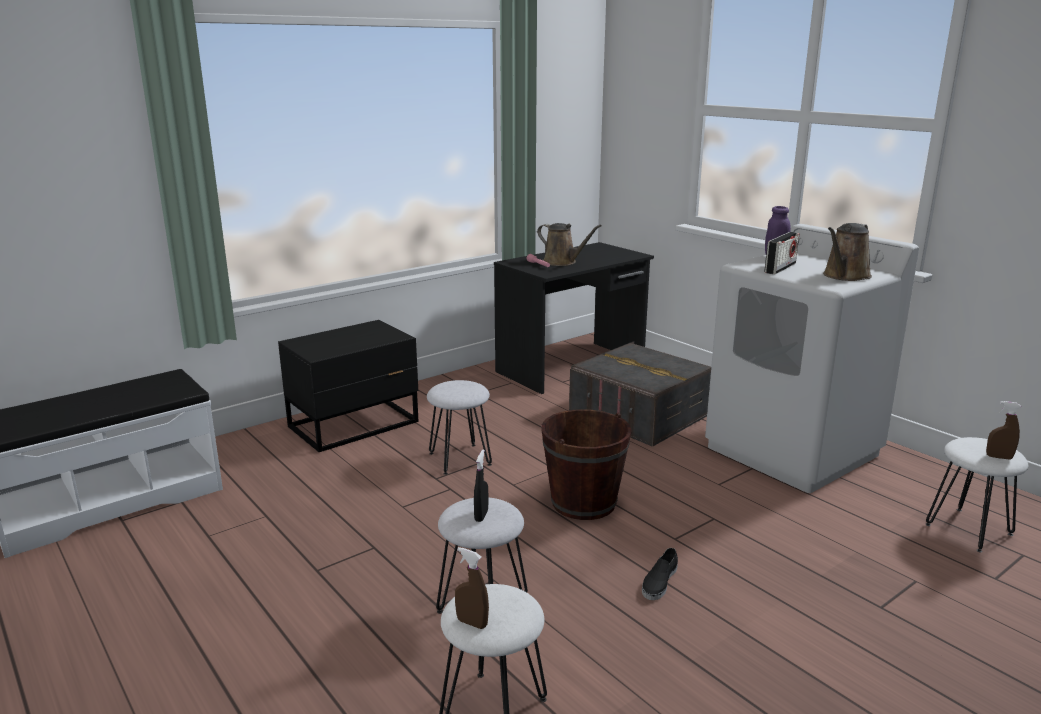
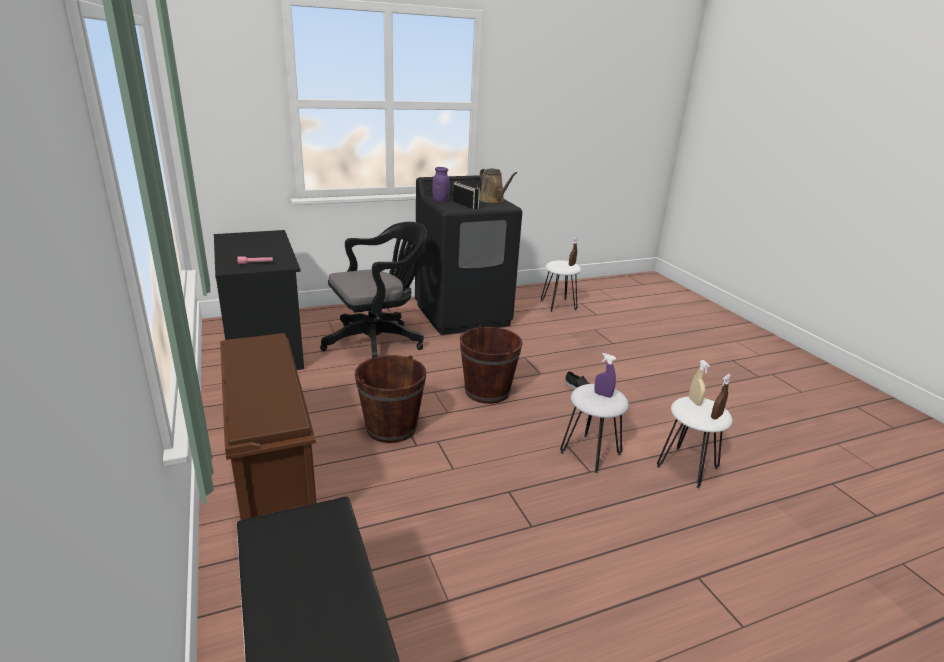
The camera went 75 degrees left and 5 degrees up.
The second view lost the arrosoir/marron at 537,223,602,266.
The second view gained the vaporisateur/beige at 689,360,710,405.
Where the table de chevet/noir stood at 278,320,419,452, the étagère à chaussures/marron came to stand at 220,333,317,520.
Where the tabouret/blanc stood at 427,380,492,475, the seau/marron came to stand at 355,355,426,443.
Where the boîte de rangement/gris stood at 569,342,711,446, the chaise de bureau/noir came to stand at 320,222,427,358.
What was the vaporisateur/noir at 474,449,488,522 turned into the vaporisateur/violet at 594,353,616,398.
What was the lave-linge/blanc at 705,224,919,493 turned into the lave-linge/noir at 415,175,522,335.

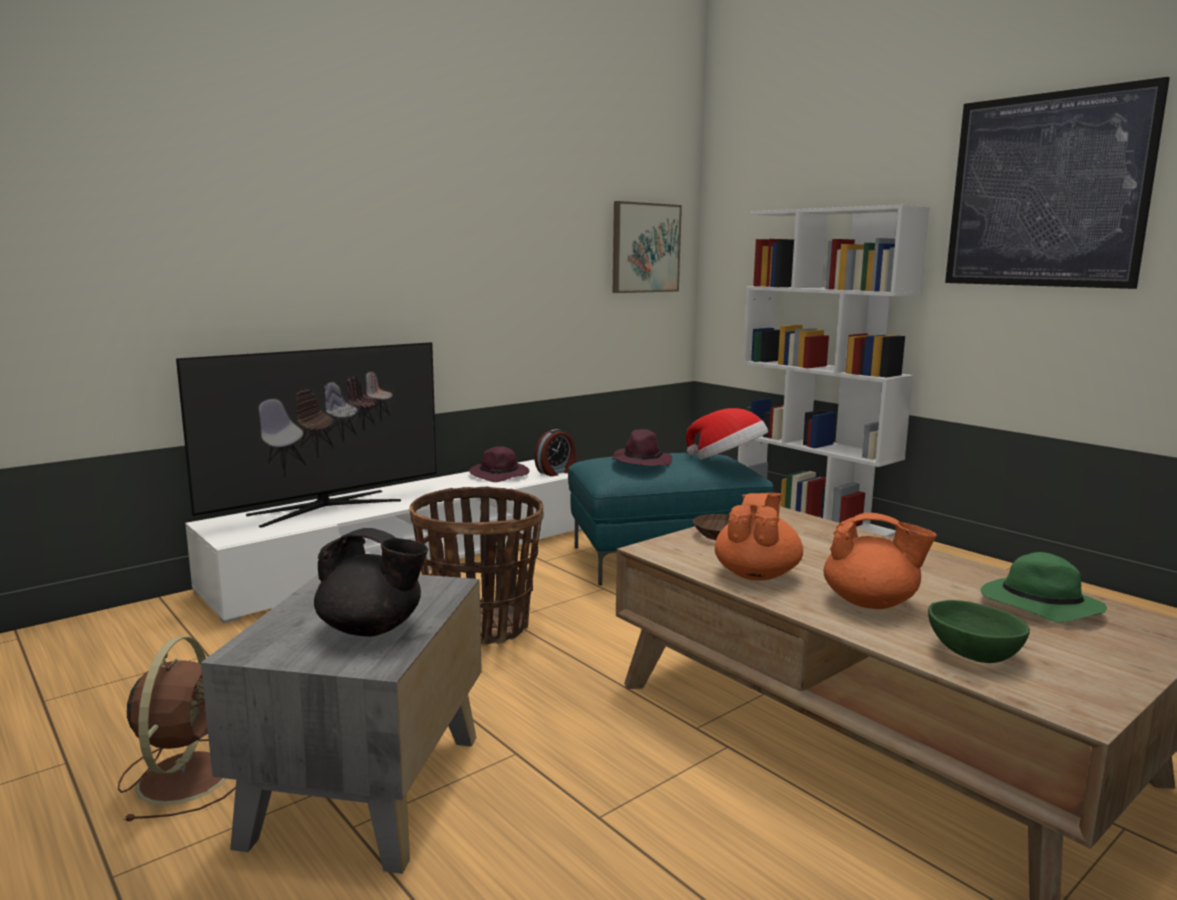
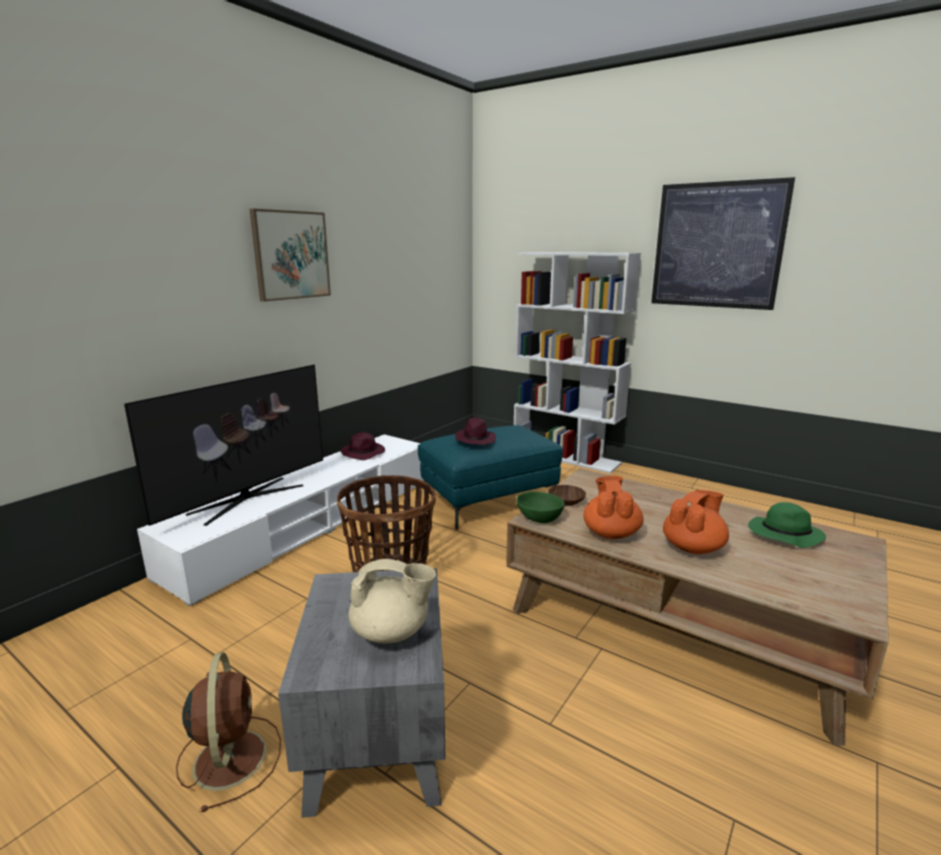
The camera went 15 degrees left and 5 degrees up.
The second view lost the réveil at 534,429,576,476.
The second view lost the chapeau at 686,408,768,460.
The tableau ended up elsewhere, having gone from 613,201,682,293 to 249,209,331,302.
The bol/vert ended up elsewhere, having gone from 928,600,1030,663 to 516,491,564,523.
What was the théière/noir at 314,528,428,637 turned into the théière/beige at 348,559,436,643.
The théière/orange at 824,513,937,609 ended up facing another way, 45 degrees counterclockwise from before.

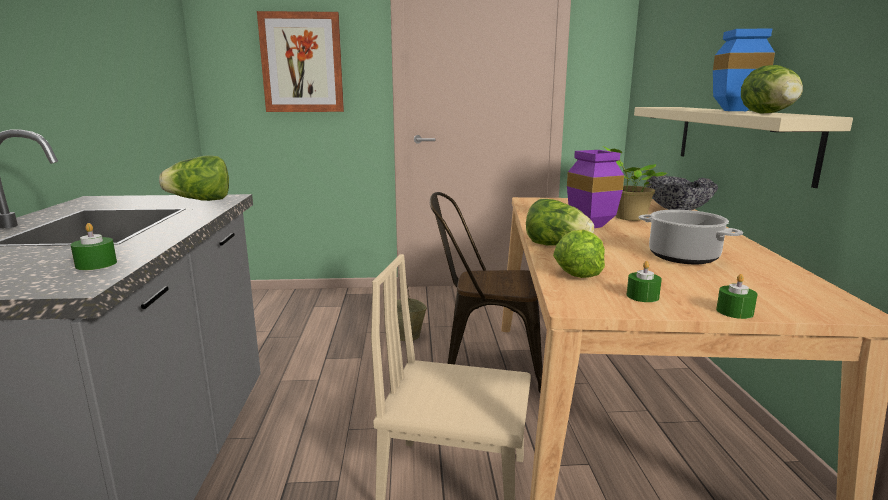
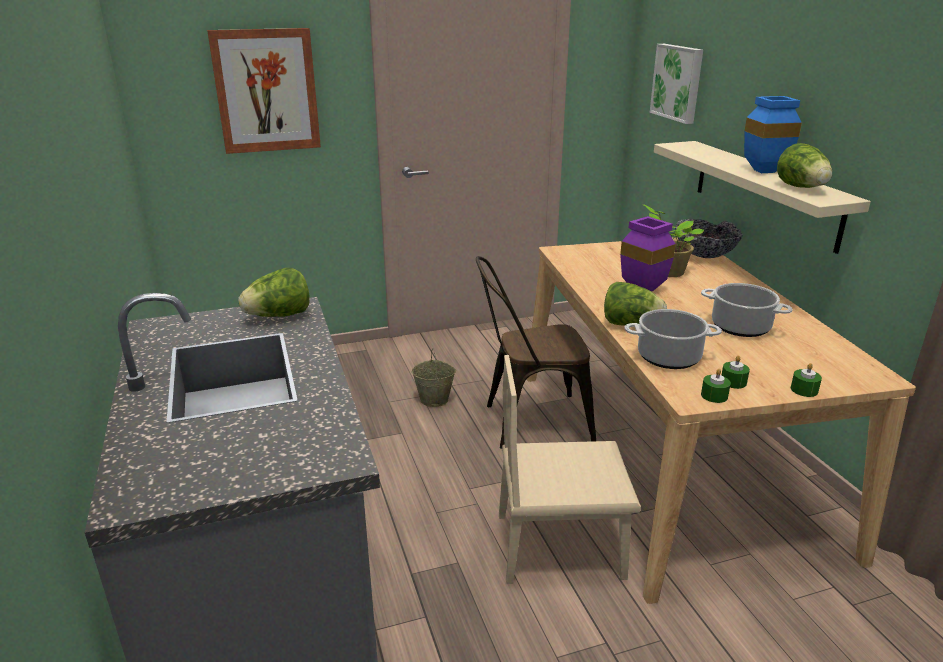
The camera went 15 degrees left and 10 degrees up.
The second view gained the tableau at 650,44,703,124.
The bougie/vert ended up elsewhere, having gone from 71,223,117,270 to 701,369,731,403.
Where the laitue stood at 553,229,605,278, the marmite came to stand at 624,309,722,369.

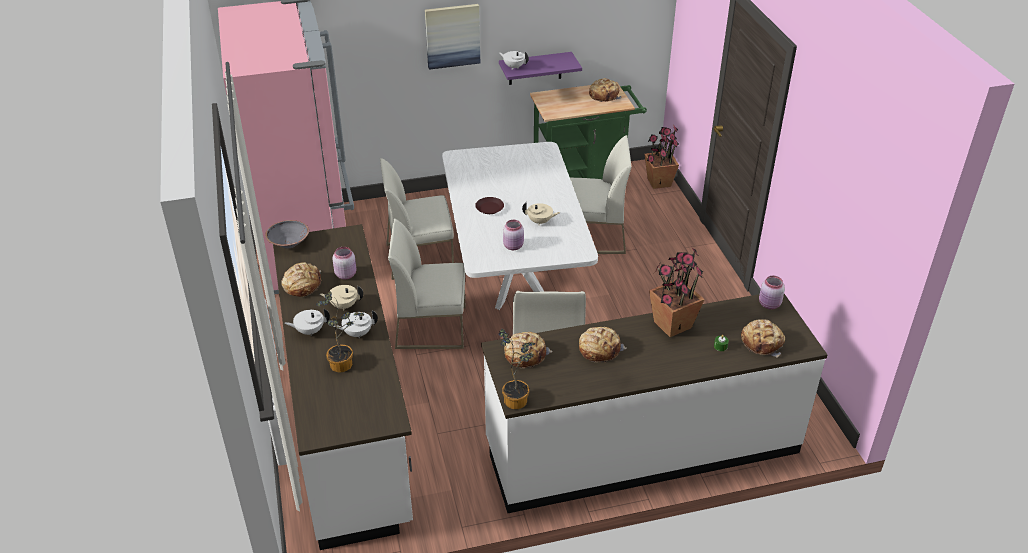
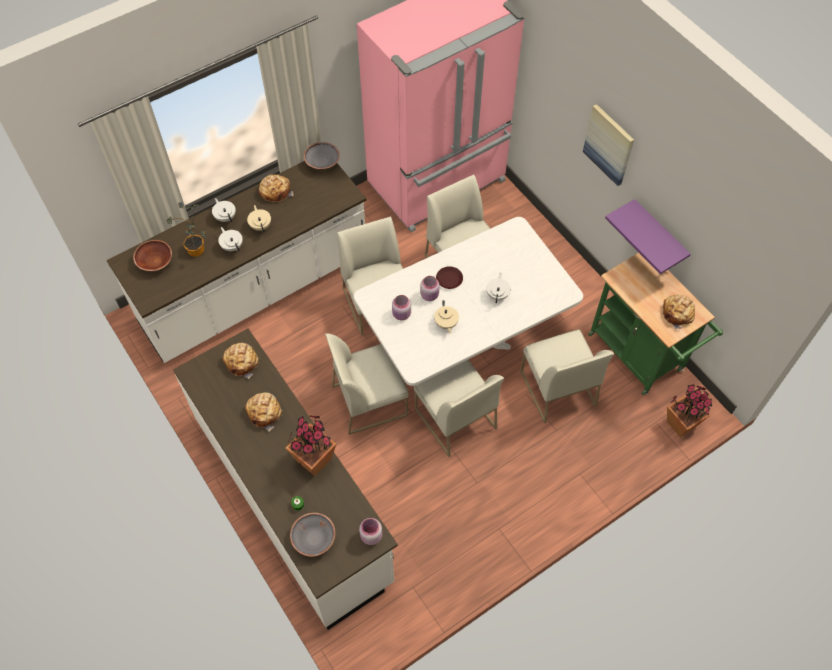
The camera went 70 degrees right and 20 degrees up.
The second view lost the plante en pot at 499,329,535,409.
The second view gained the bol/marron at 133,240,172,271.
The second view gained the chaise/blanc at 414,360,504,457.
The bocal/rose ended up elsewhere, having gone from 332,247,357,279 to 420,276,439,301.
The théière/blanc ended up elsewhere, having gone from 499,51,529,69 to 486,273,510,303.
Where the pain stood at 741,320,785,357, the bol/gris came to stand at 290,513,335,557.

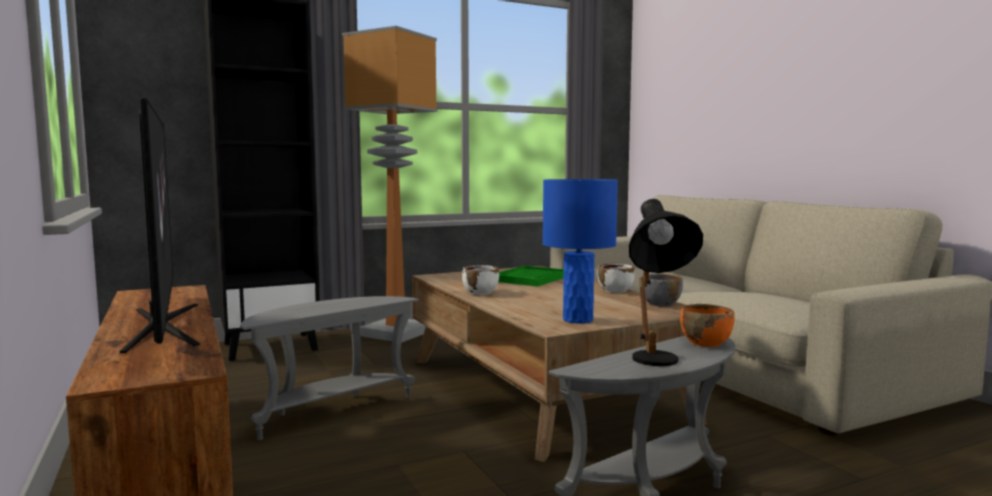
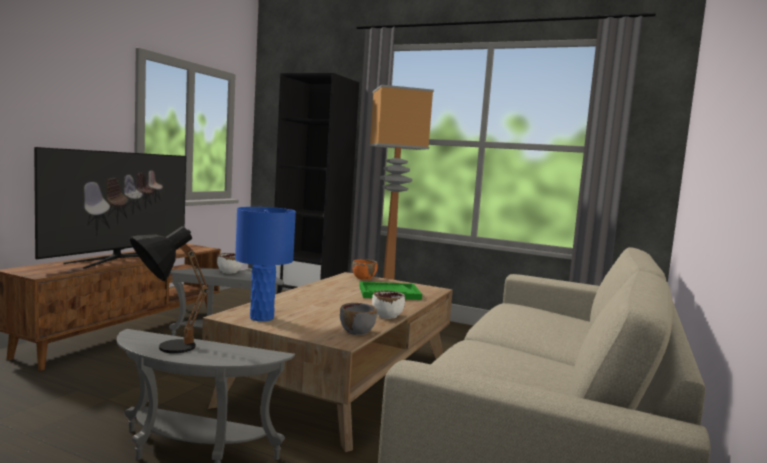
The camera went 50 degrees right and 0 degrees up.
The bol/blanc ended up elsewhere, having gone from 462,265,499,295 to 217,253,243,274.
The bol/orange ended up elsewhere, having gone from 680,304,735,347 to 352,259,377,280.

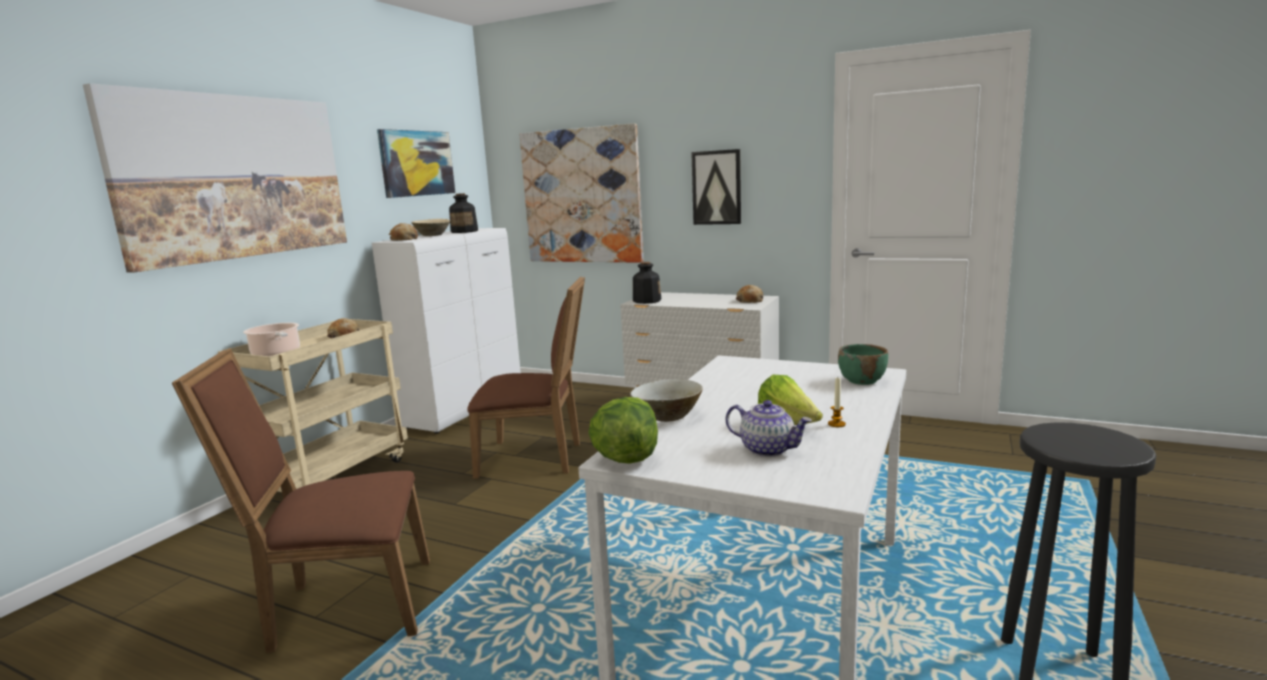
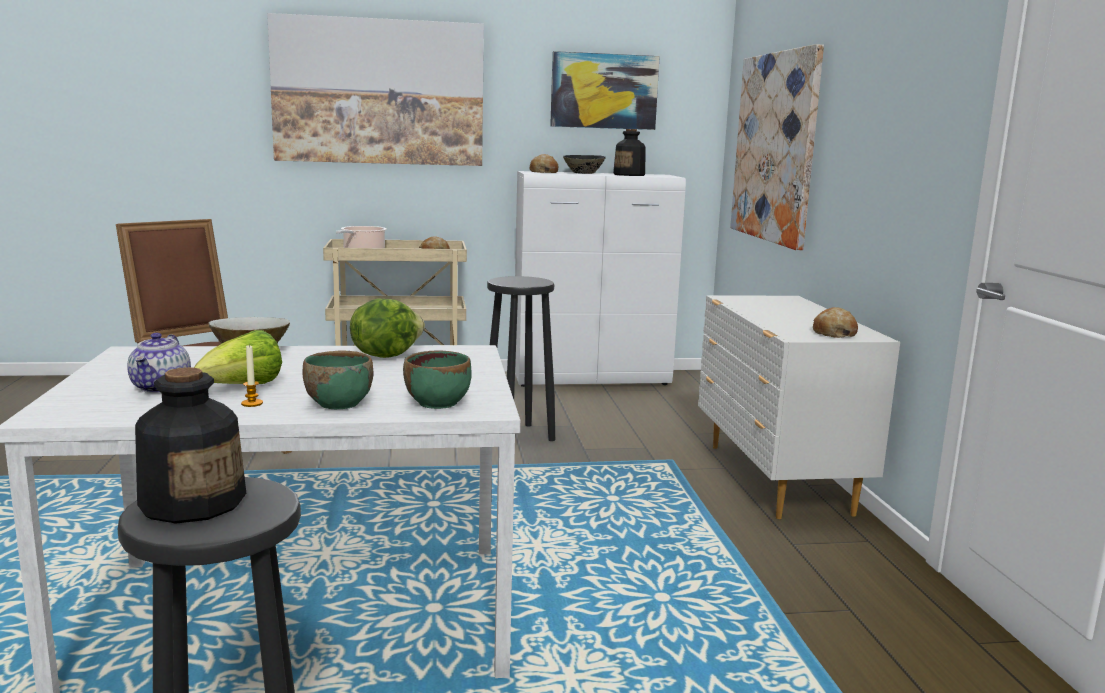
The camera went 55 degrees right and 0 degrees up.
The second view lost the tableau at 691,149,741,225.
The second view gained the bol/vert at 303,350,373,409.
The laitue ended up elsewhere, having gone from 588,397,658,463 to 350,298,425,358.
The bouteille ended up elsewhere, having gone from 633,262,661,304 to 135,367,246,524.
Where the chaise/marron stood at 467,277,585,479, the tabouret/noir came to stand at 487,276,555,441.
What was the bol/beige at 411,219,450,236 turned into the bol/noir at 563,155,606,174.

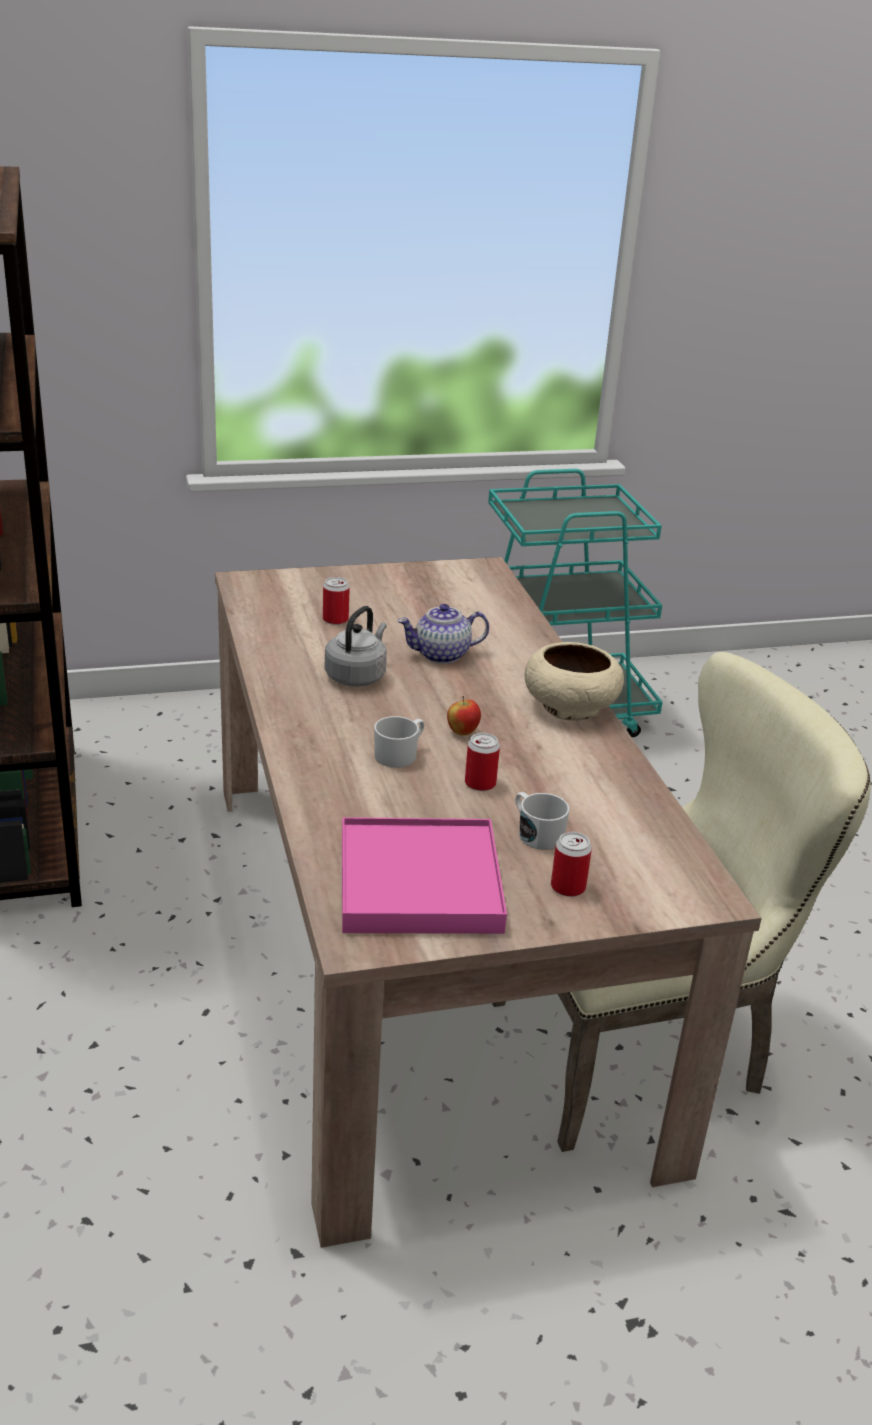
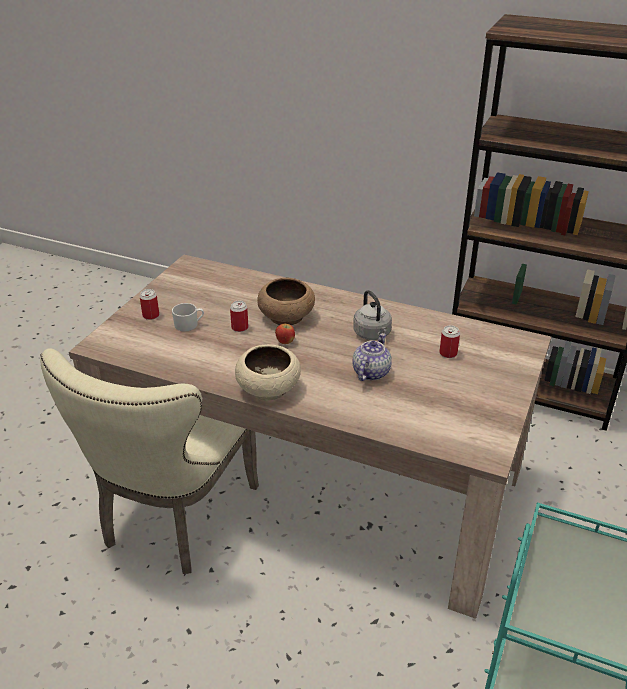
The camera went 130 degrees right and 5 degrees up.
The second view lost the plateau/rose at 342,817,507,934.
Where the mug/blanc stood at 374,716,424,768, the bol/marron came to stand at 257,278,315,325.

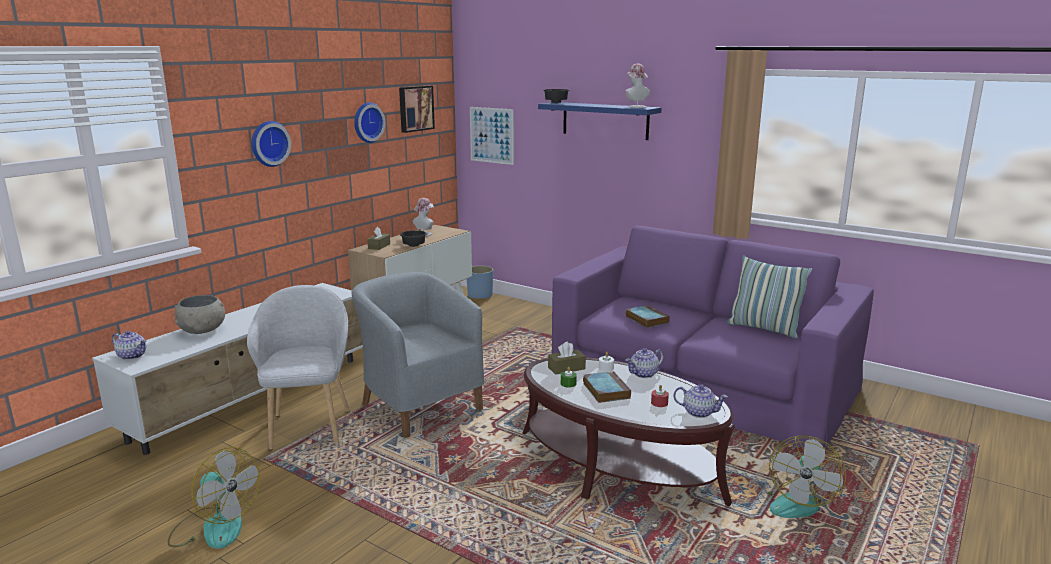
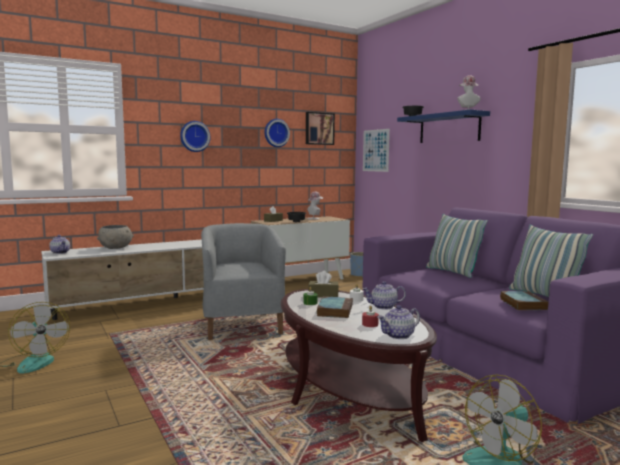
The camera went 25 degrees right and 10 degrees down.
The second view lost the fauteuil/gris at 247,285,350,450.
The second view gained the coussin at 426,214,488,278.
The livre ended up elsewhere, having gone from 626,305,670,328 to 500,291,549,310.
The théière at 673,385,728,418 ended up facing another way, 105 degrees clockwise from before.

